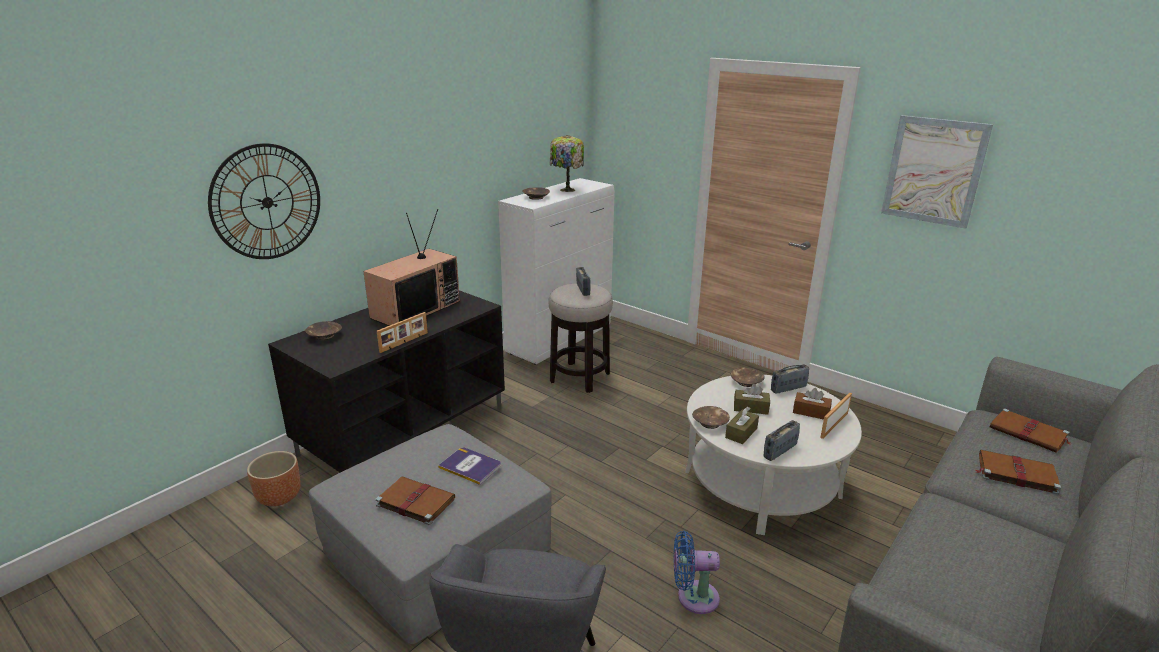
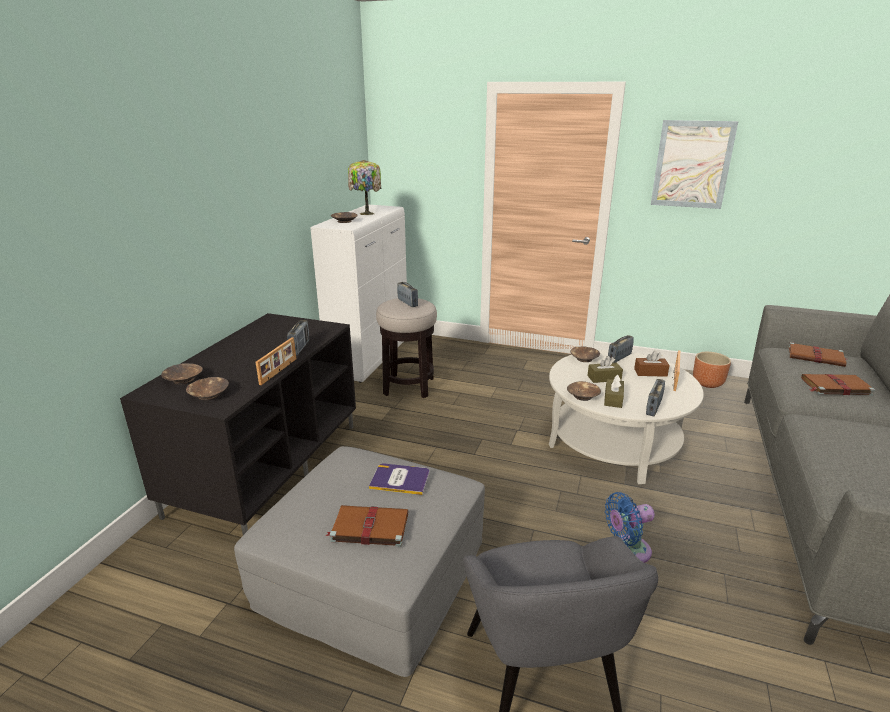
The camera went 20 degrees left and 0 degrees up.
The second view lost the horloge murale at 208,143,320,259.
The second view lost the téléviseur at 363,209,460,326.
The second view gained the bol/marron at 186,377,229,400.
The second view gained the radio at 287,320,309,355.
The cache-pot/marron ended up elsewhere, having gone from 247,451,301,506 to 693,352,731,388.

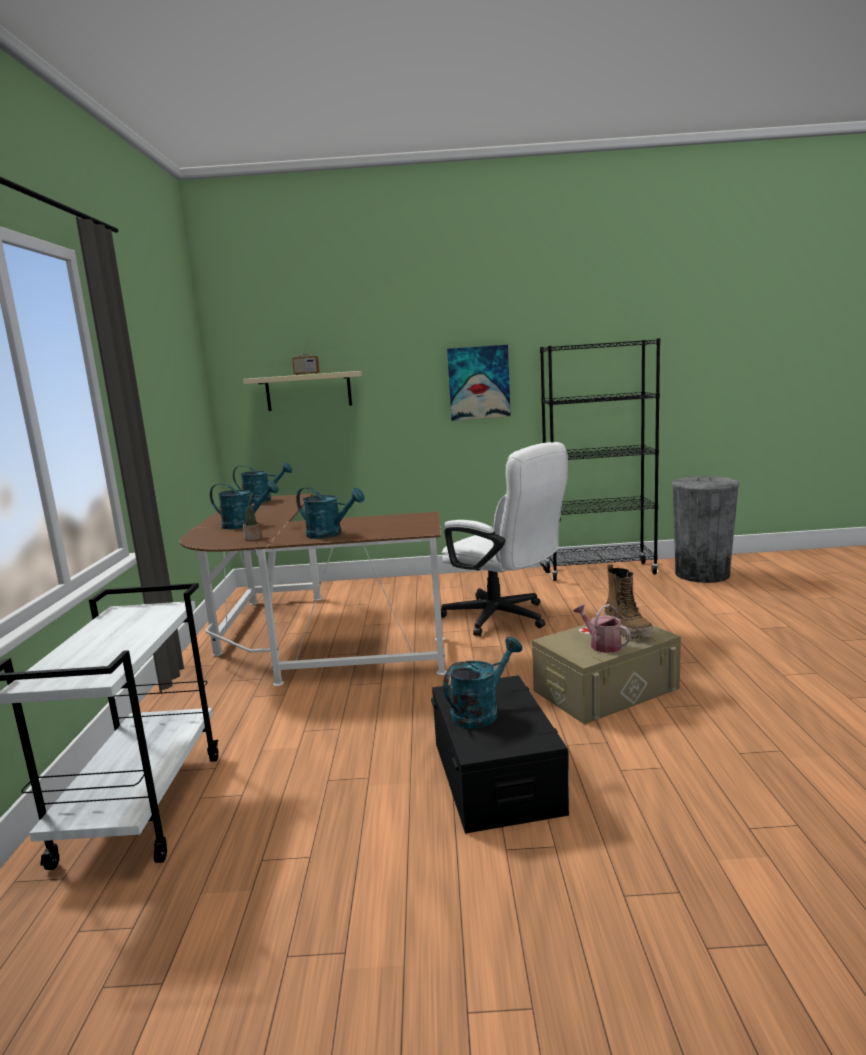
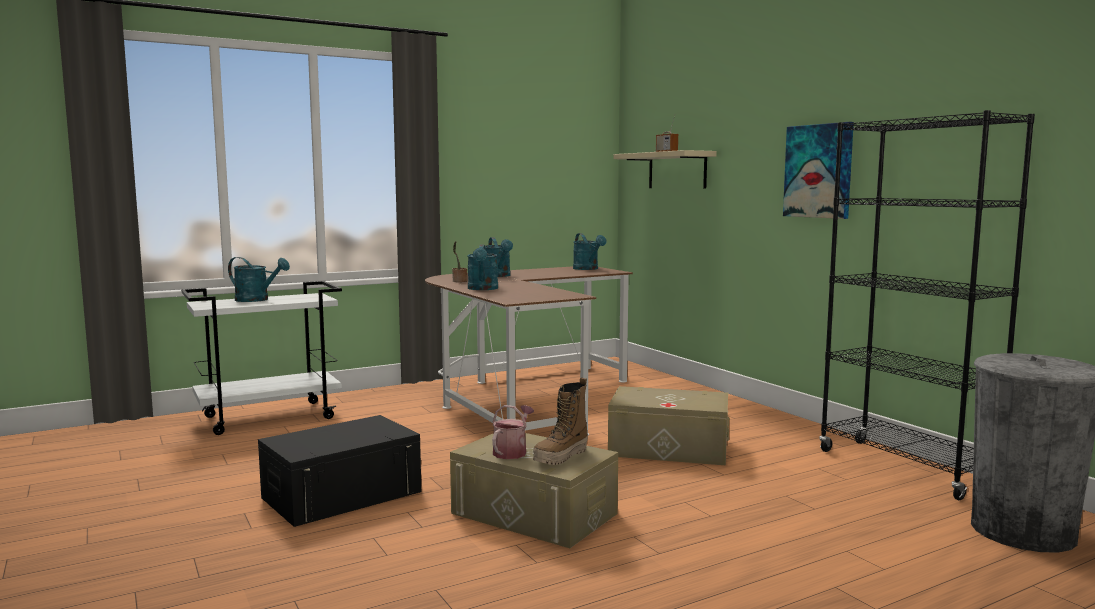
The camera went 60 degrees right and 5 degrees down.
The arrosoir/turquoise ended up elsewhere, having gone from 443,637,522,728 to 228,257,290,302.
Where the chaise de bureau/blanc stood at 441,442,568,636, the boîte de rangement/beige came to stand at 608,386,729,465.

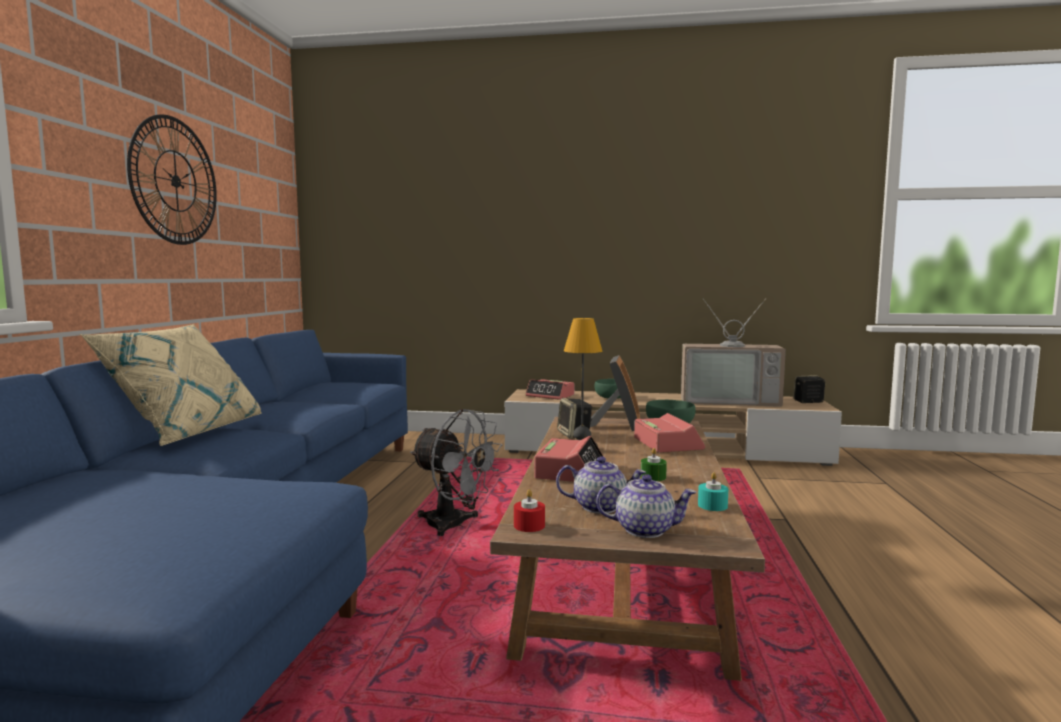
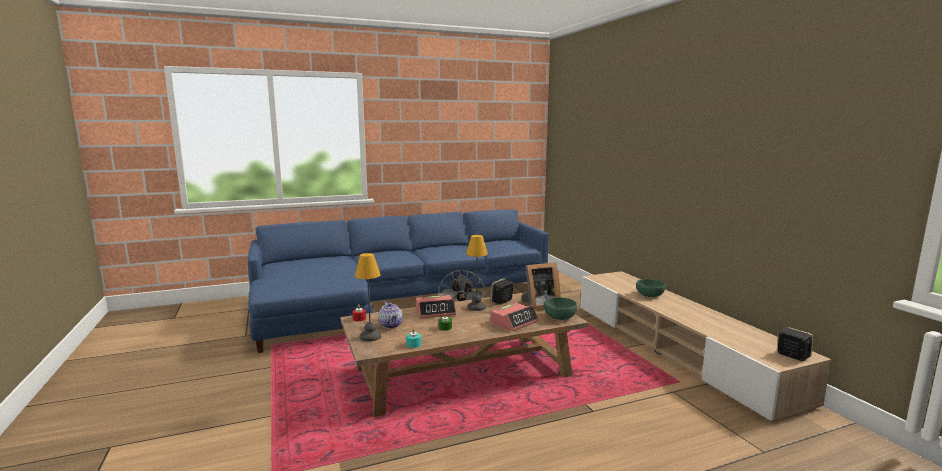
The camera went 60 degrees right and 5 degrees up.
The second view lost the coussin/beige at 80,324,262,446.
The second view lost the horloge murale at 127,115,217,245.
The second view lost the réveil at 525,379,574,400.
The second view lost the téléviseur at 681,298,786,407.
Where the théière stood at 596,474,696,538, the lampe de table came to stand at 355,253,381,342.

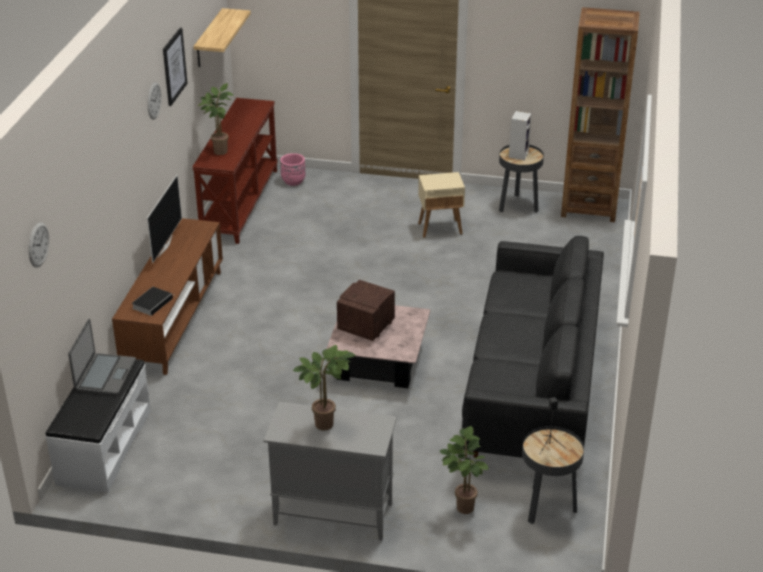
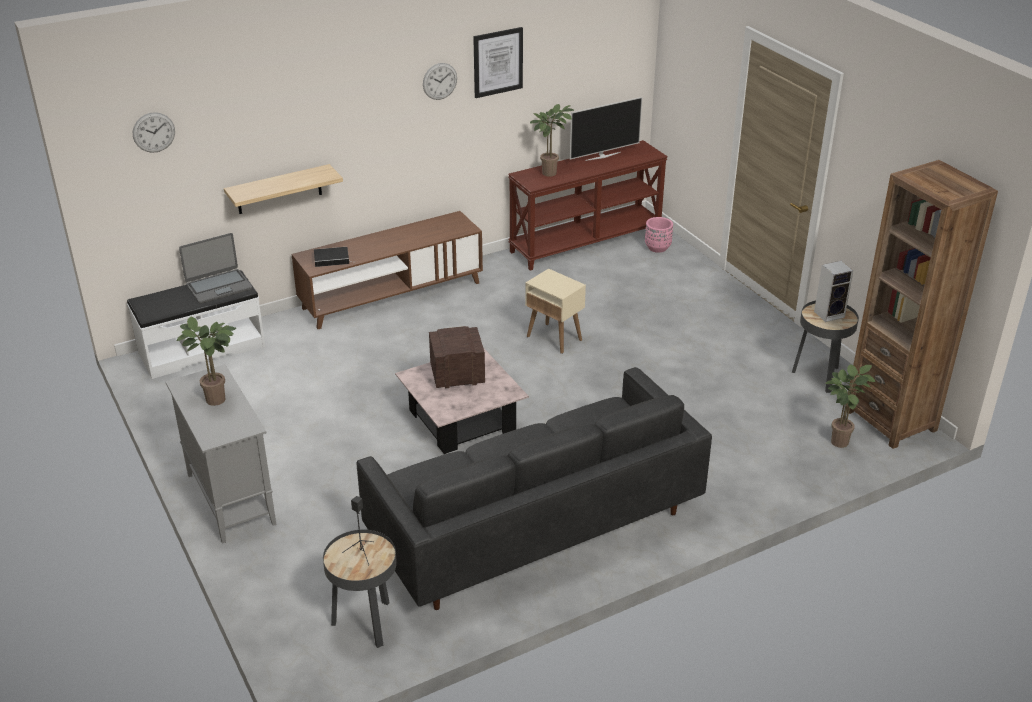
The camera went 50 degrees right and 0 degrees up.
The téléviseur ended up elsewhere, having gone from 147,175,182,263 to 570,97,642,161.
The étagère ended up elsewhere, having gone from 193,8,251,67 to 224,164,343,214.
The table d'appoint/beige ended up elsewhere, having gone from 418,172,465,238 to 525,269,586,354.
The plante en pot ended up elsewhere, having gone from 440,426,489,514 to 825,364,875,448.

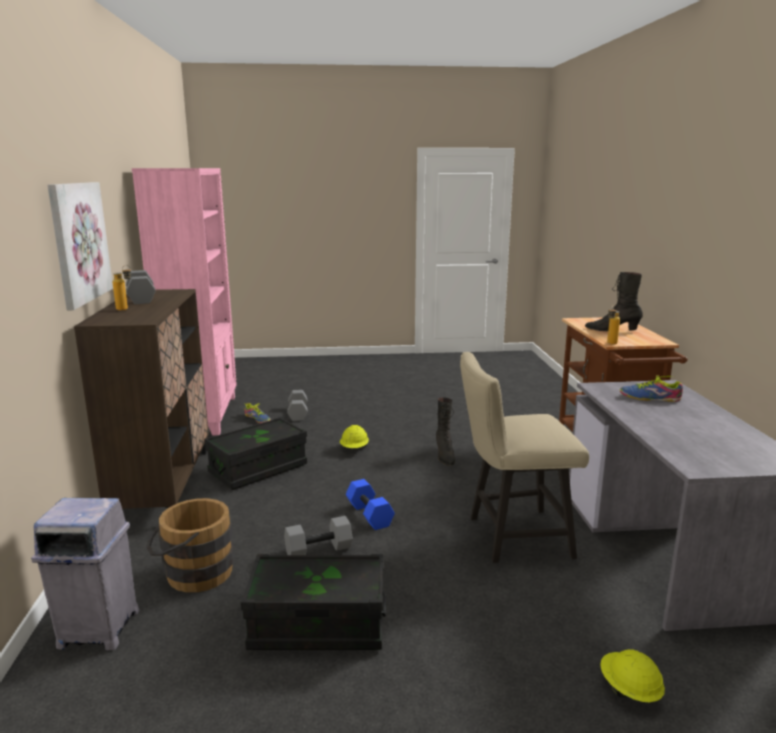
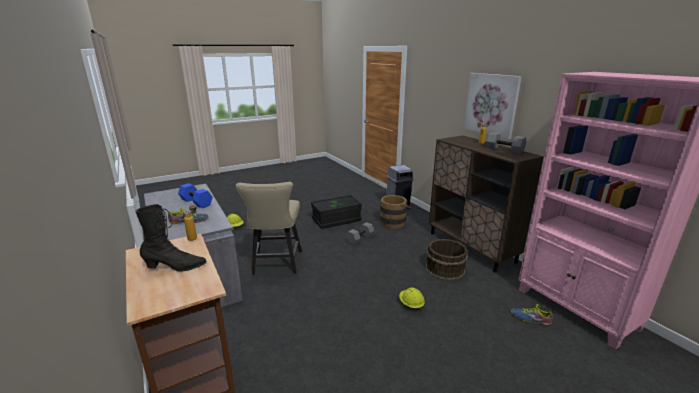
The camera went 155 degrees right and 5 degrees up.
The second view lost the haltère/gris at 287,390,308,421.
The second view lost the botte/noir at 436,397,455,466.
The haltère/bleu ended up elsewhere, having gone from 346,479,395,530 to 178,183,213,208.
Where the boîte de rangement/noir stood at 204,417,307,490, the seau/marron came to stand at 426,239,468,280.
The chaise/beige at 460,352,589,563 ended up facing another way, 120 degrees clockwise from before.

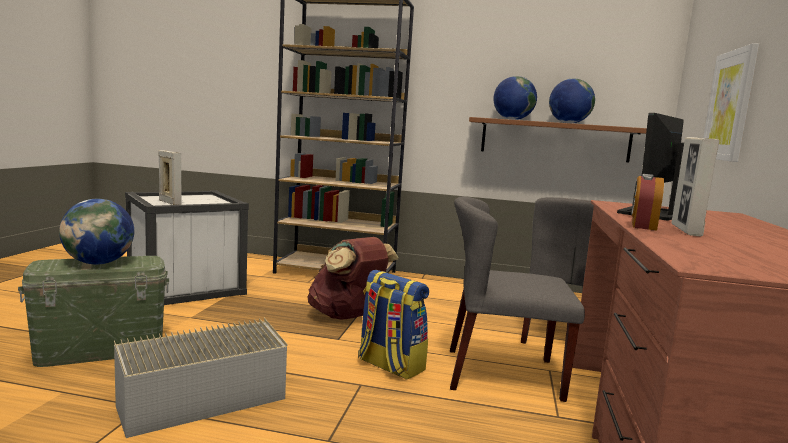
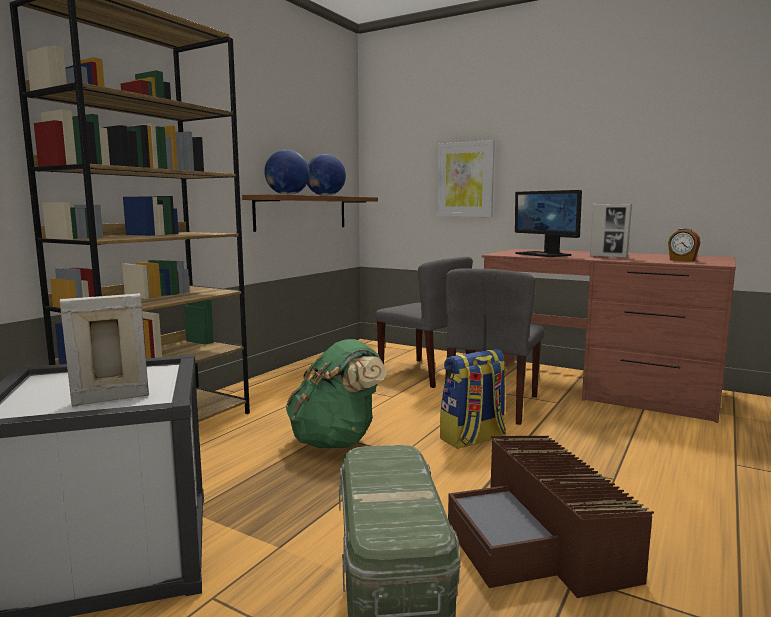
The camera went 70 degrees left and 0 degrees up.
The second view lost the globe at 59,199,134,264.
The réveil ended up elsewhere, having gone from 632,174,664,230 to 668,228,701,262.
What was the boîte de rangement/gris at 114,318,287,438 turned into the boîte de rangement/marron at 448,436,654,598.
What was the sac à dos/marron at 307,237,399,319 turned into the sac à dos/vert at 286,339,387,448.

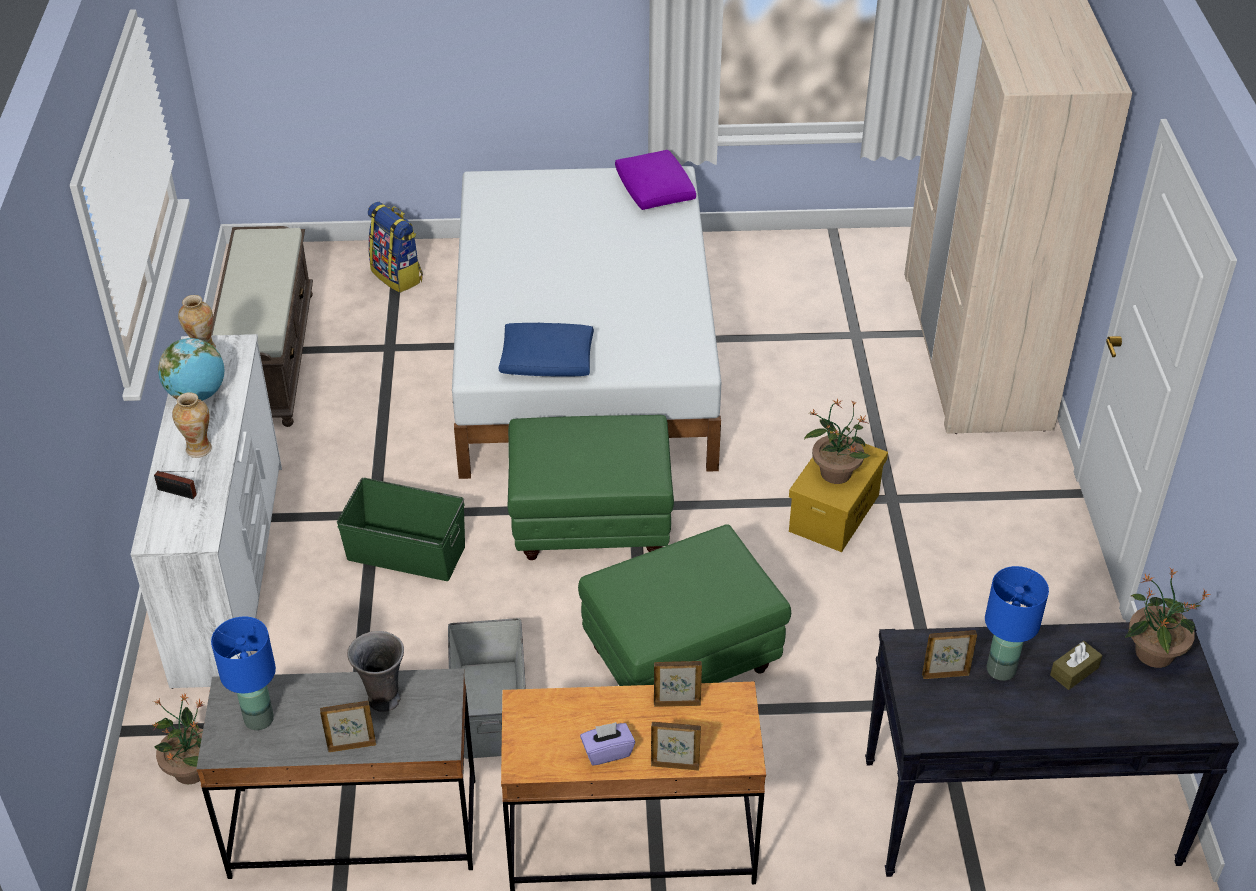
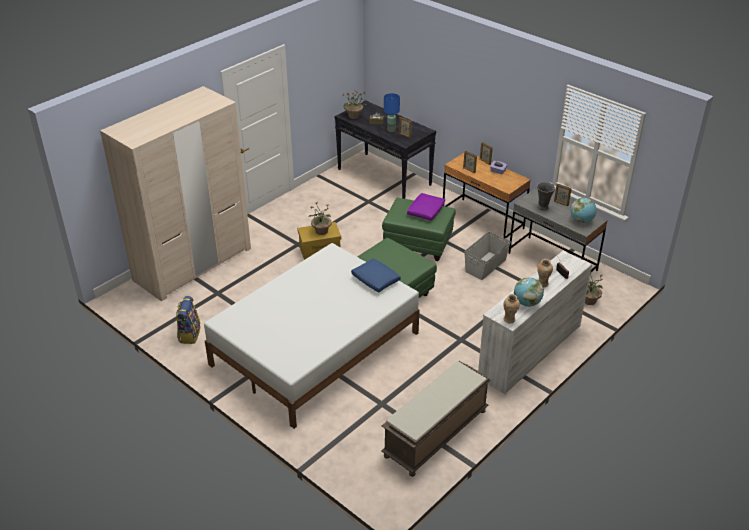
The camera went 135 degrees left and 5 degrees down.
The second view lost the boîte de rangement/vert at 337,478,465,581.
The sac à dos ended up elsewhere, having gone from 368,202,423,293 to 176,296,200,344.
The coussin/violet ended up elsewhere, having gone from 615,150,696,210 to 407,193,445,221.
Where the lampe de table/bleu stood at 211,616,276,730, the globe came to stand at 571,198,597,223.

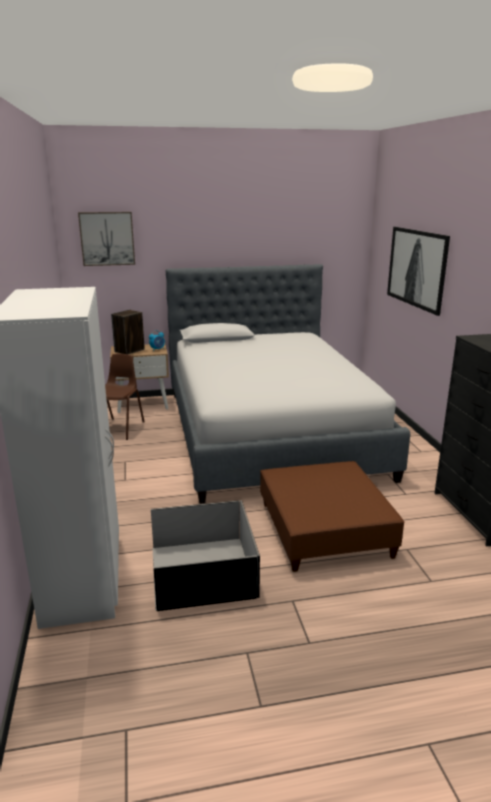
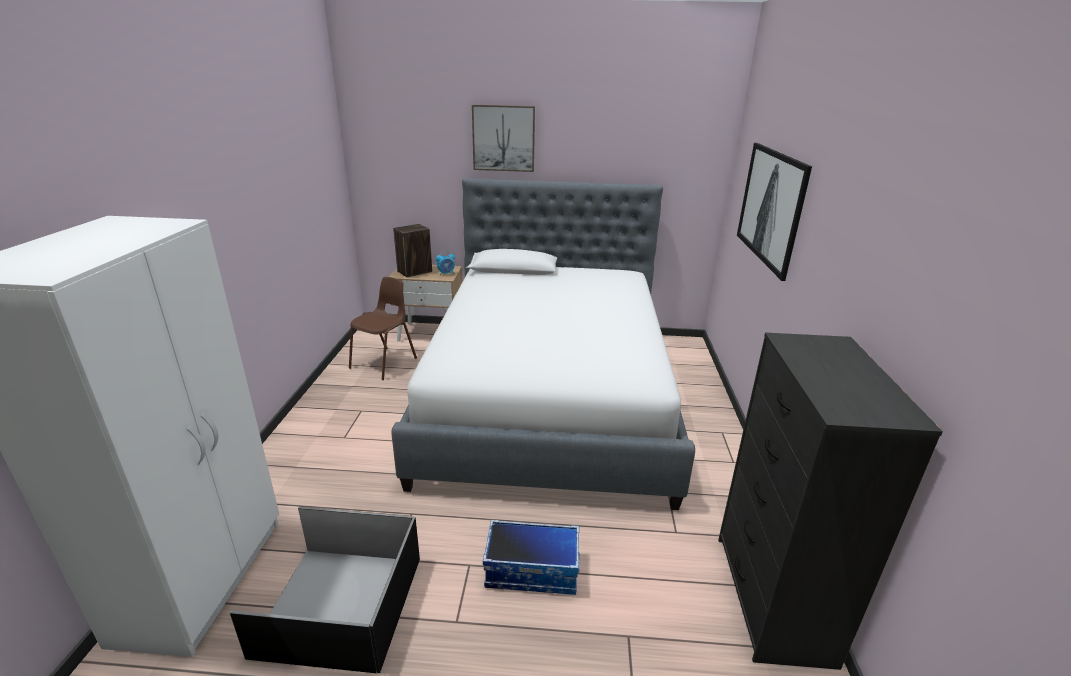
The camera went 15 degrees right and 5 degrees up.
The tableau ended up elsewhere, having gone from 78,212,135,266 to 472,105,535,172.
Where the pouf/marron stood at 260,461,404,572, the boîte de rangement came to stand at 483,520,580,595.

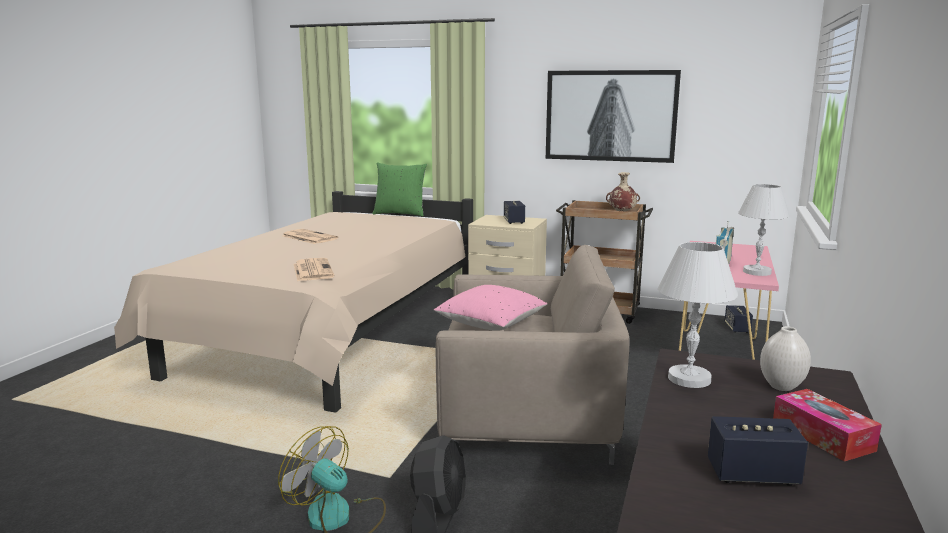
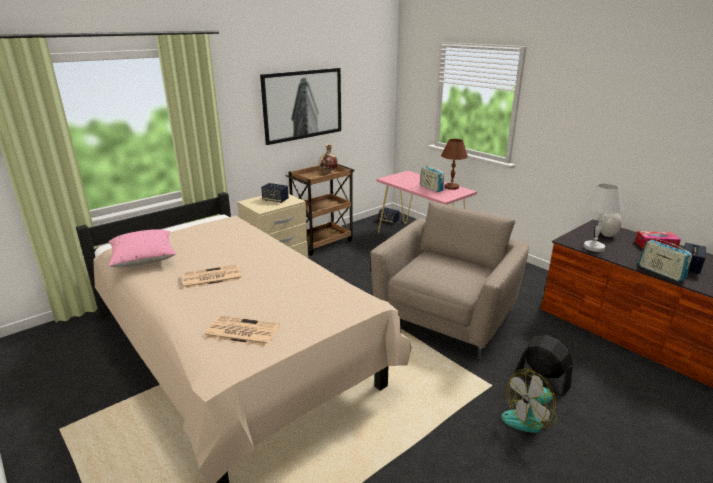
The camera went 60 degrees left and 10 degrees up.
The second view lost the coussin/vert at 372,162,427,217.
The second view gained the radio at 639,236,692,282.
The journal ended up elsewhere, having gone from 293,258,334,281 to 204,316,280,347.
The coussin/rose ended up elsewhere, having gone from 434,285,548,331 to 108,229,176,267.
What was the lampe de table/blanc at 738,184,790,276 turned into the lampe de table/marron at 441,139,468,190.

